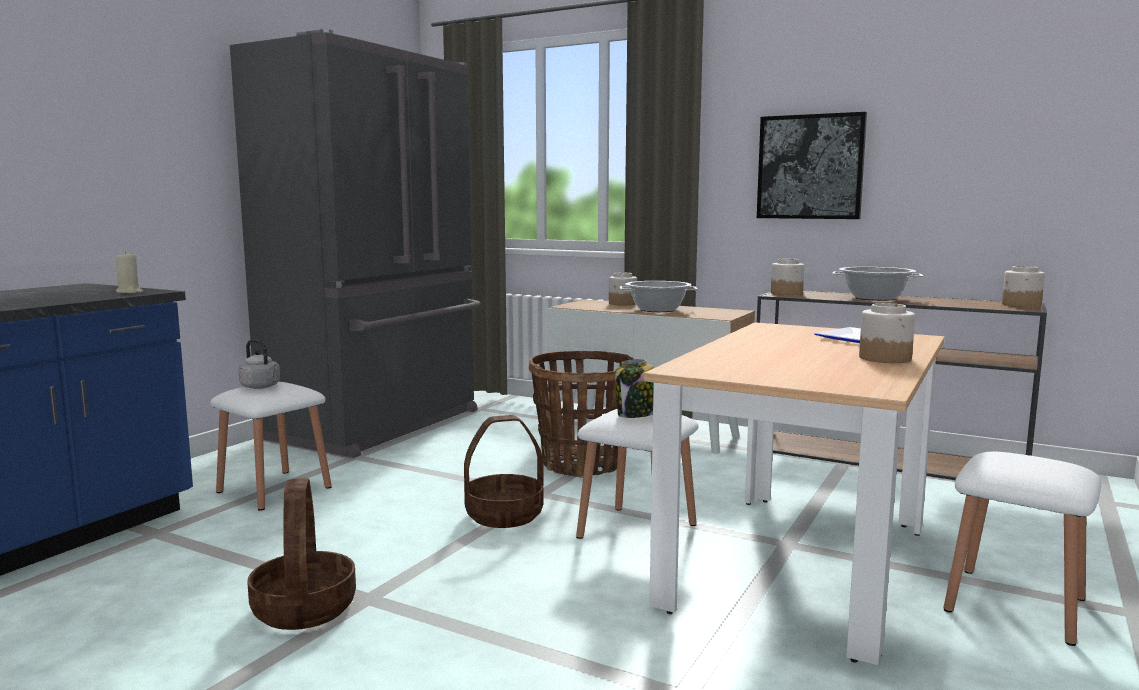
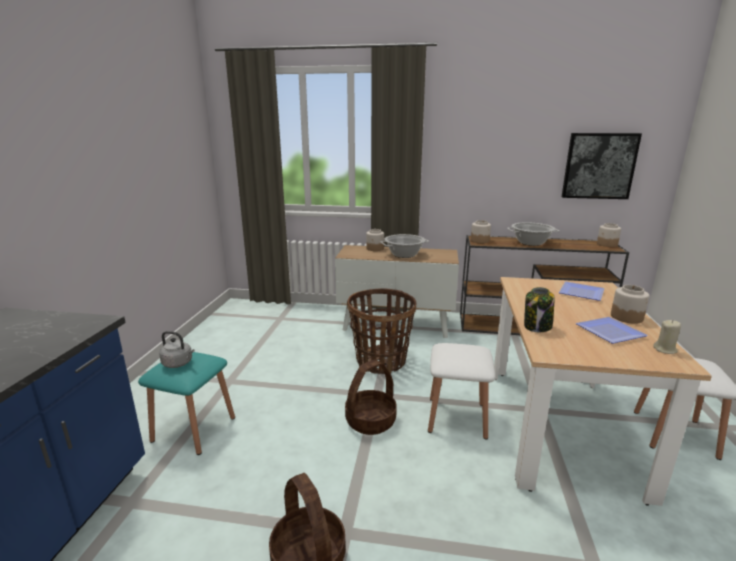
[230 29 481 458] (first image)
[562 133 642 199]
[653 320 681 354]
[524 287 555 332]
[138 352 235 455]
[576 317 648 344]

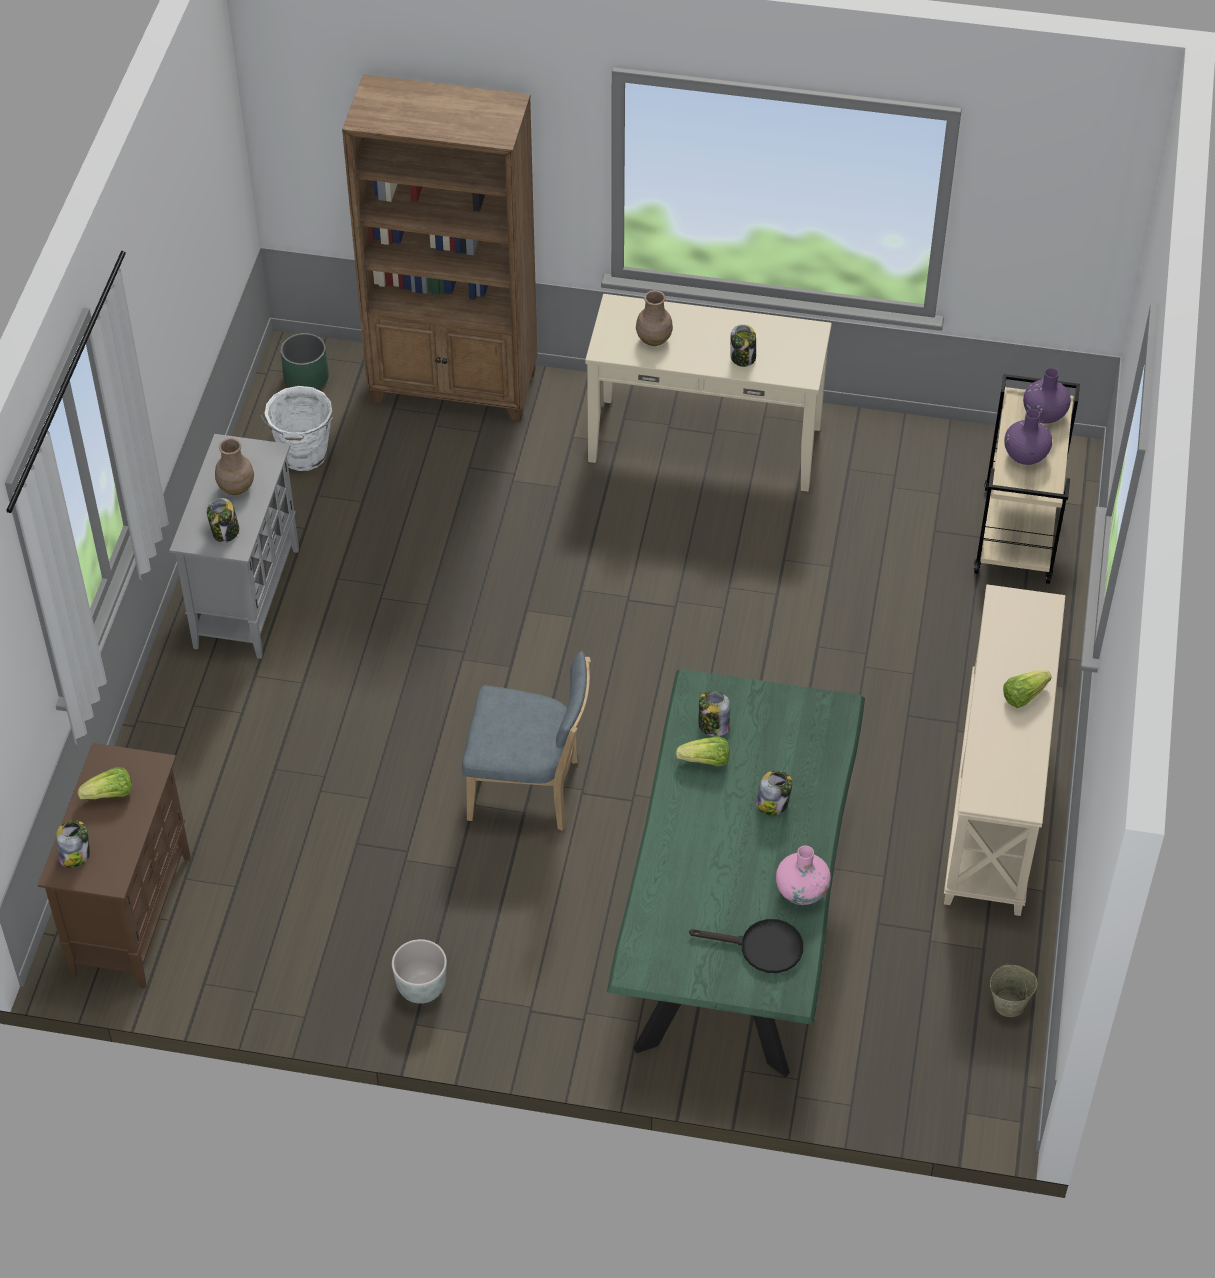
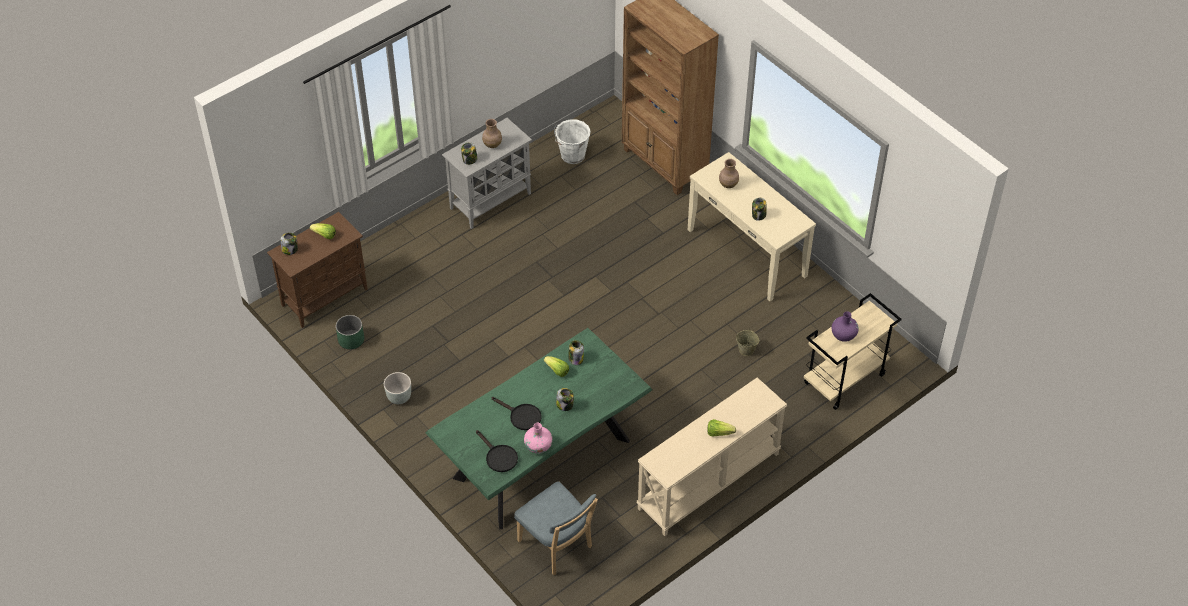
[336 315 364 349]
[1023 368 1071 424] (first image)
[514 481 598 575]
[736 330 760 356]
[492 397 542 430]

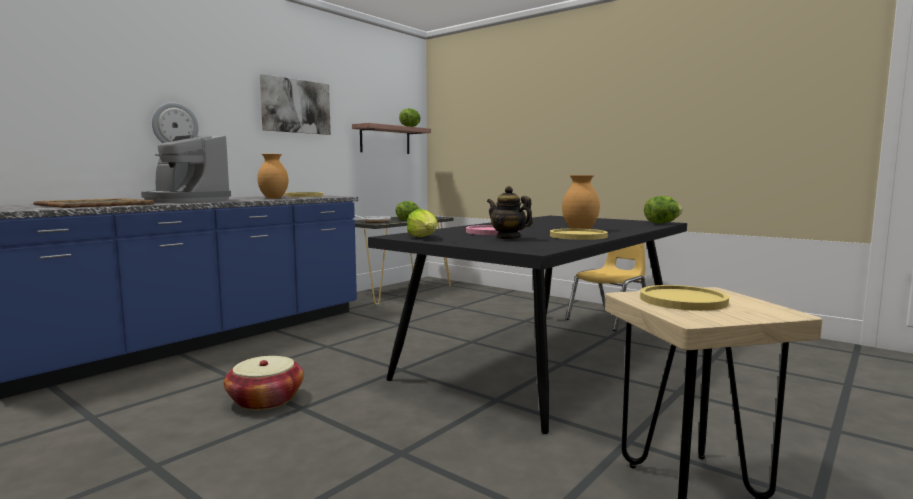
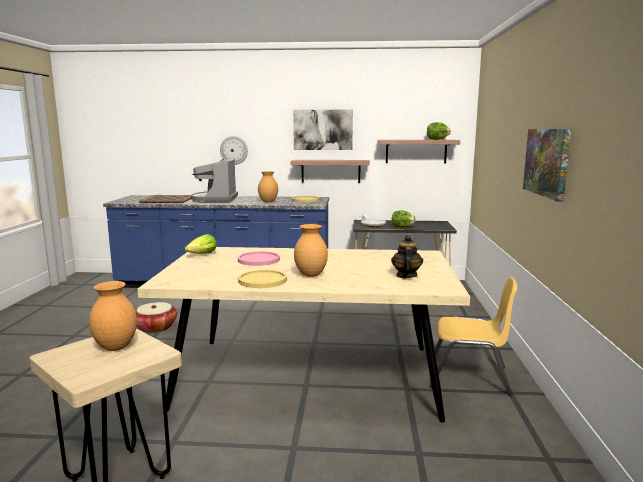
[391 235 423 278]
[644 196 683 223] (first image)
[137 247 470 423]
[89 281 137 351]
[523 129 572 202]
[290 160 370 183]

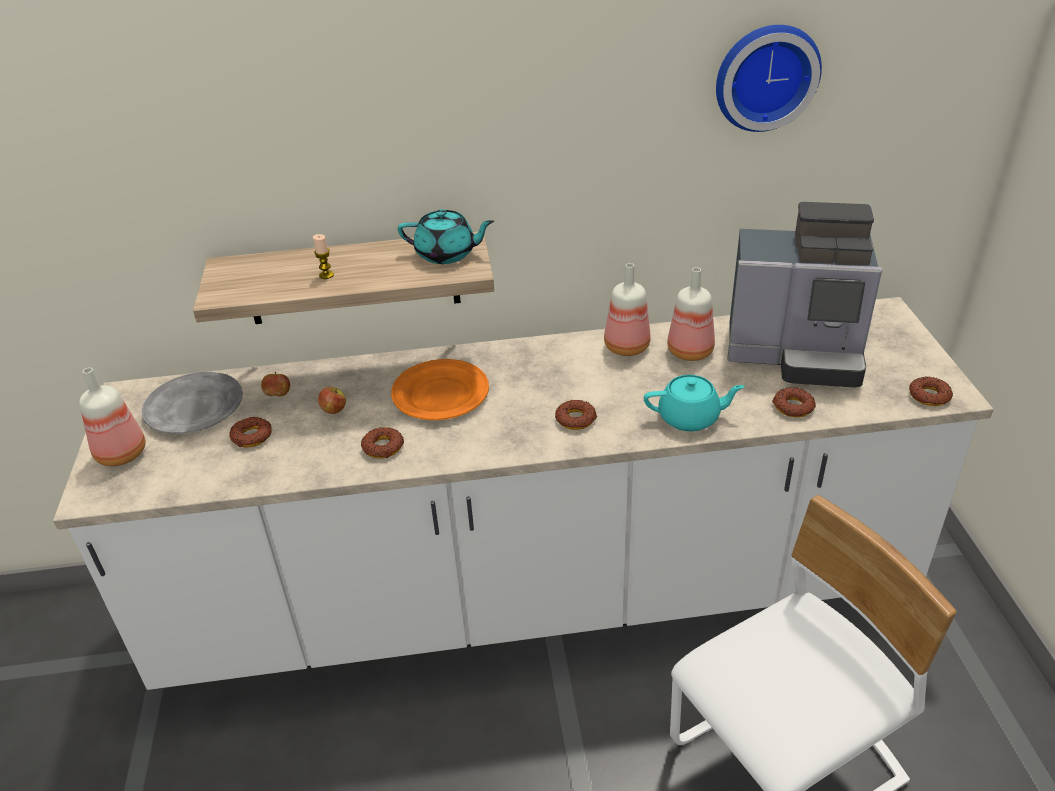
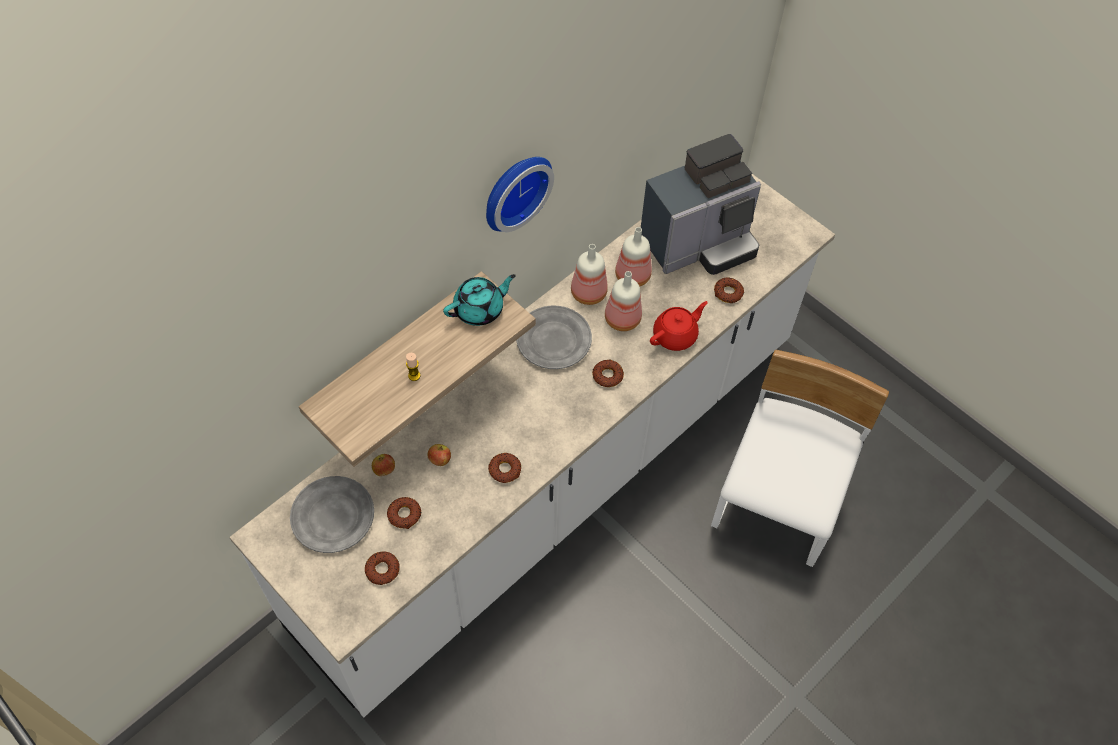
[486 157 554 232]
[391 359 489 420] (first image)
[605 271 642 331]
[650 301 708 351]
[365 551 400 585]
[516 305 592 369]

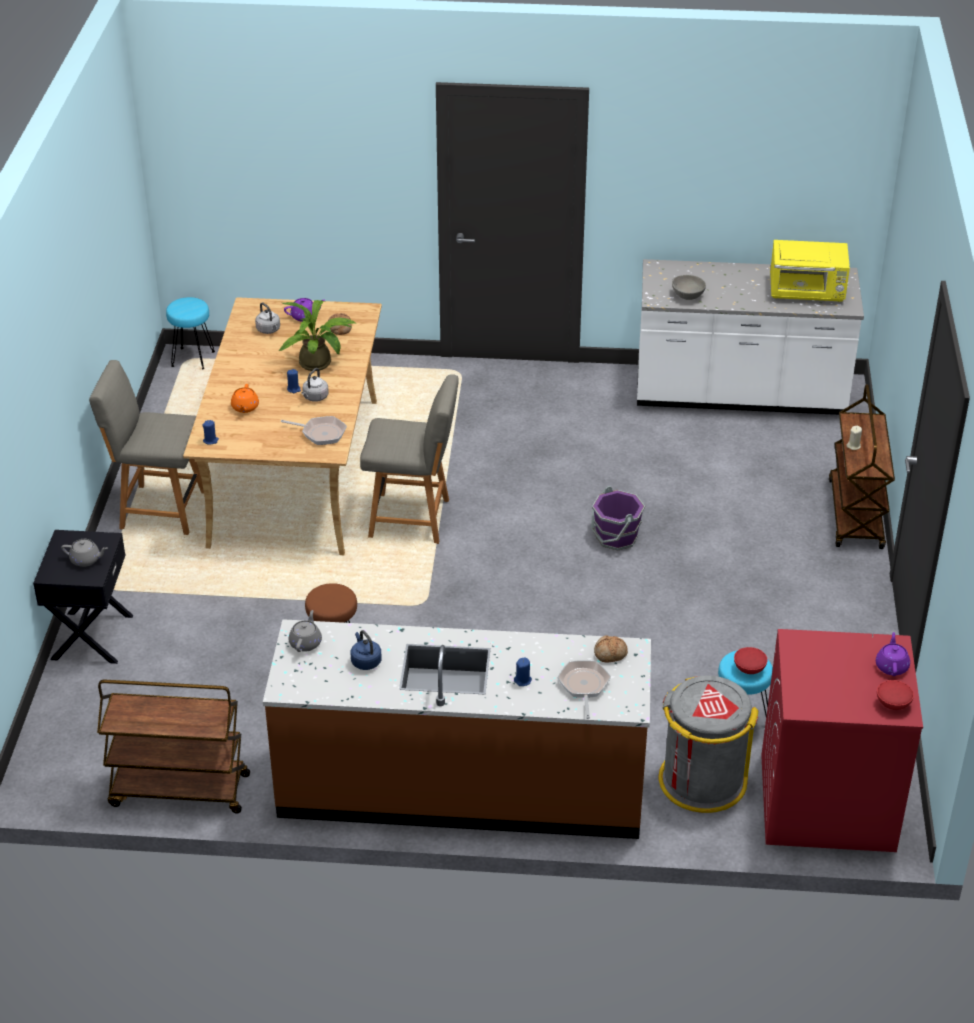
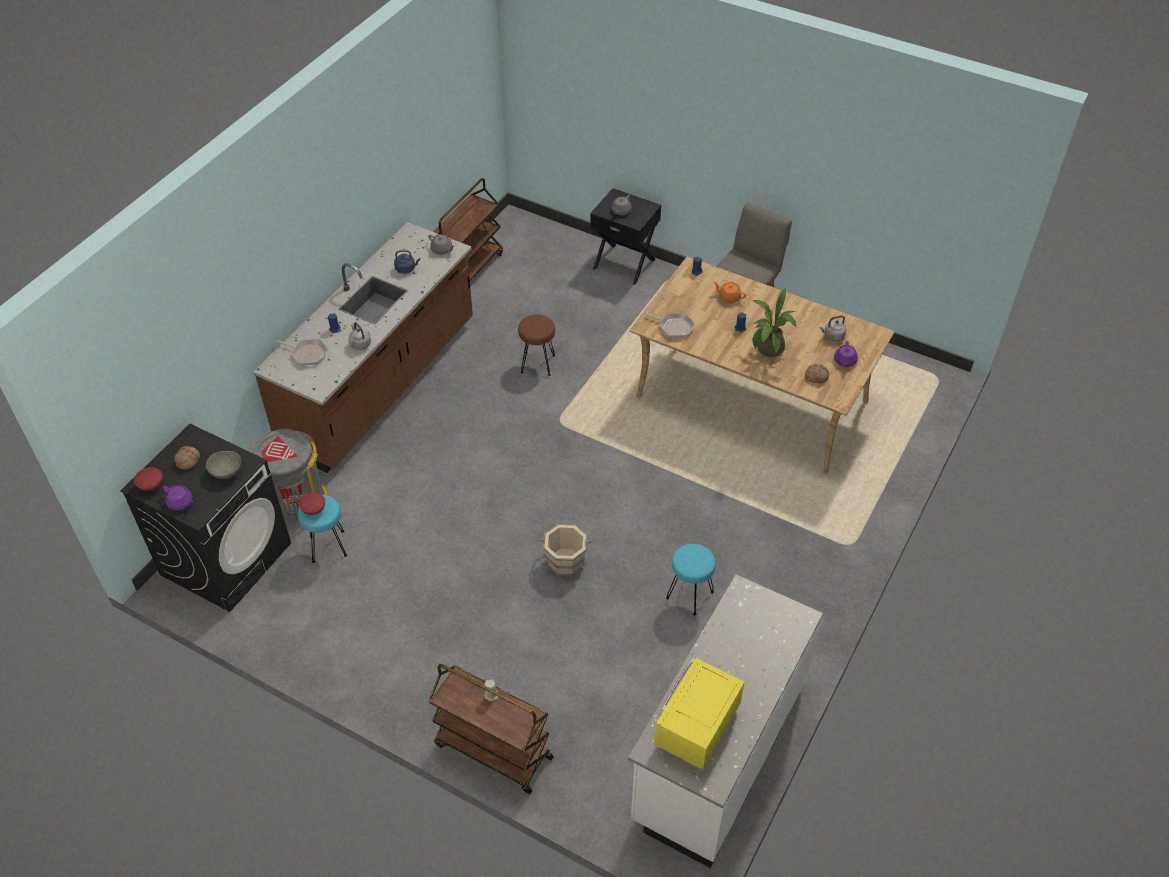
[206 451 241 479]
[666 544 716 616]
[349 322 371 350]
[360 374 459 544] (first image)
[643 312 695 338]
[540 524 591 576]
[120 424 291 612]
[174 446 200 470]

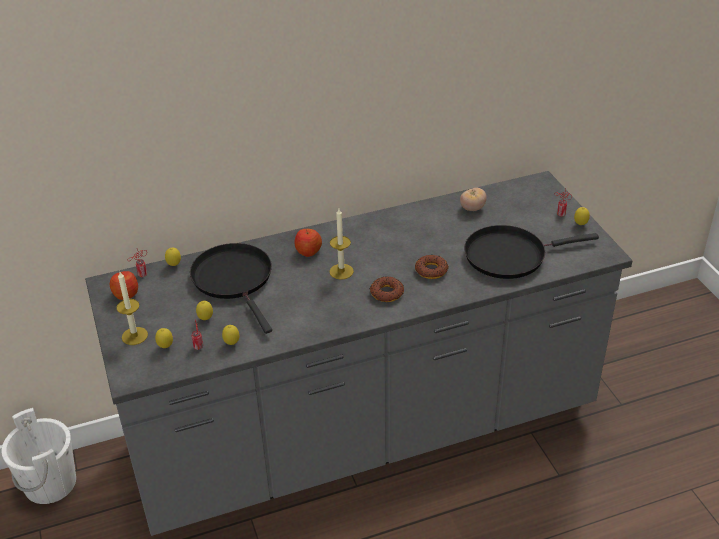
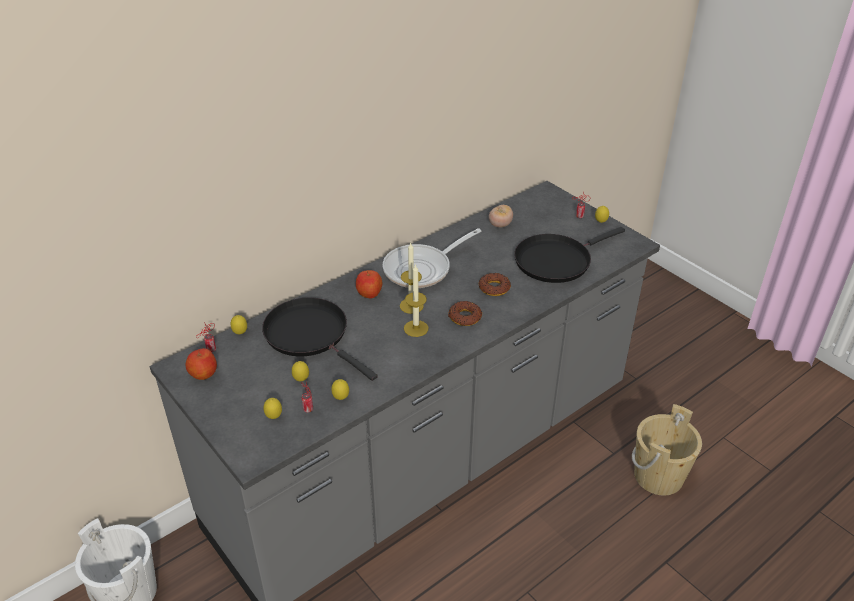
[404 264 429 337]
[383 228 482 288]
[632 404 702 495]

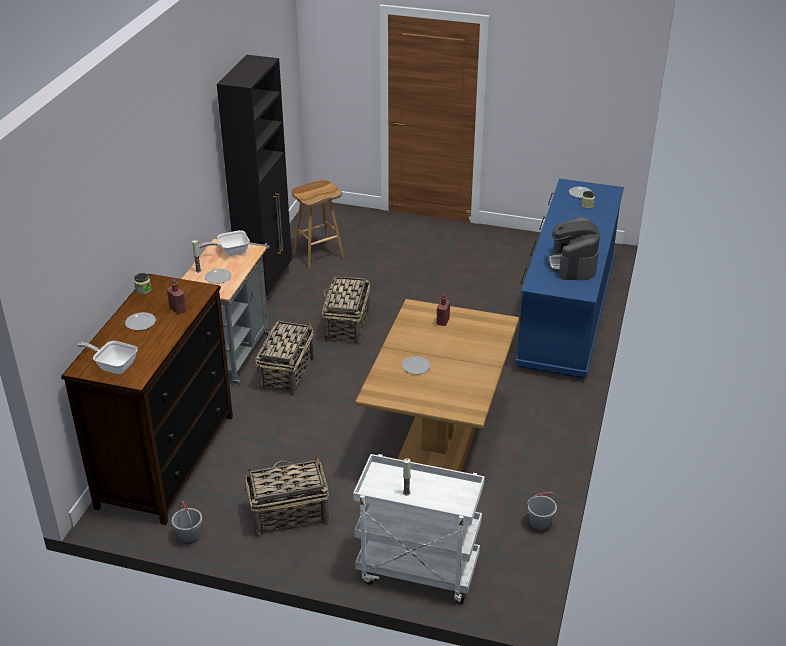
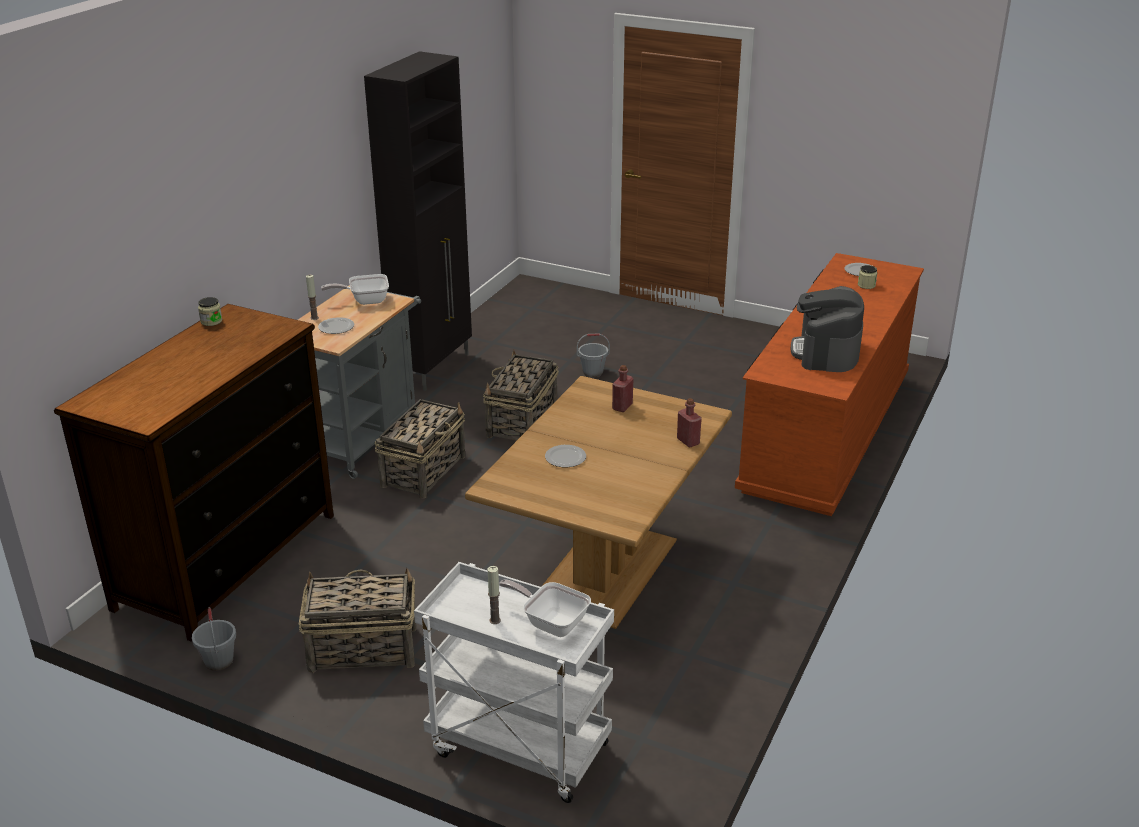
[735 253 924 516]
[292 180 344 268] (first image)
[677 398 702 448]
[125 312 156 330] (first image)
[499 579 591 637]
[577 333 610 377]

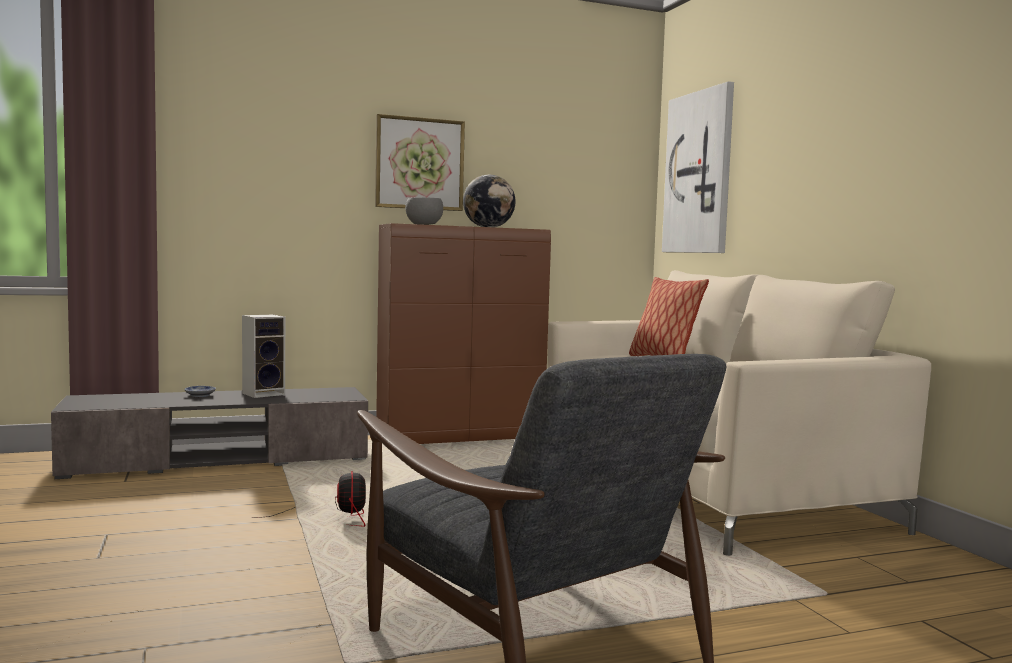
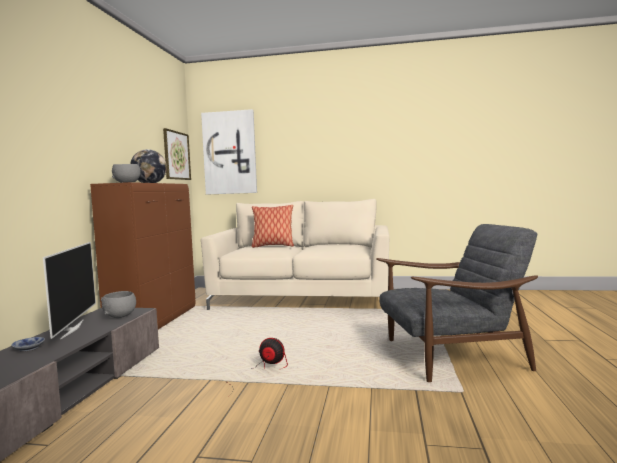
[163 128 191 180]
[43 242 96 340]
[101 291 136 318]

